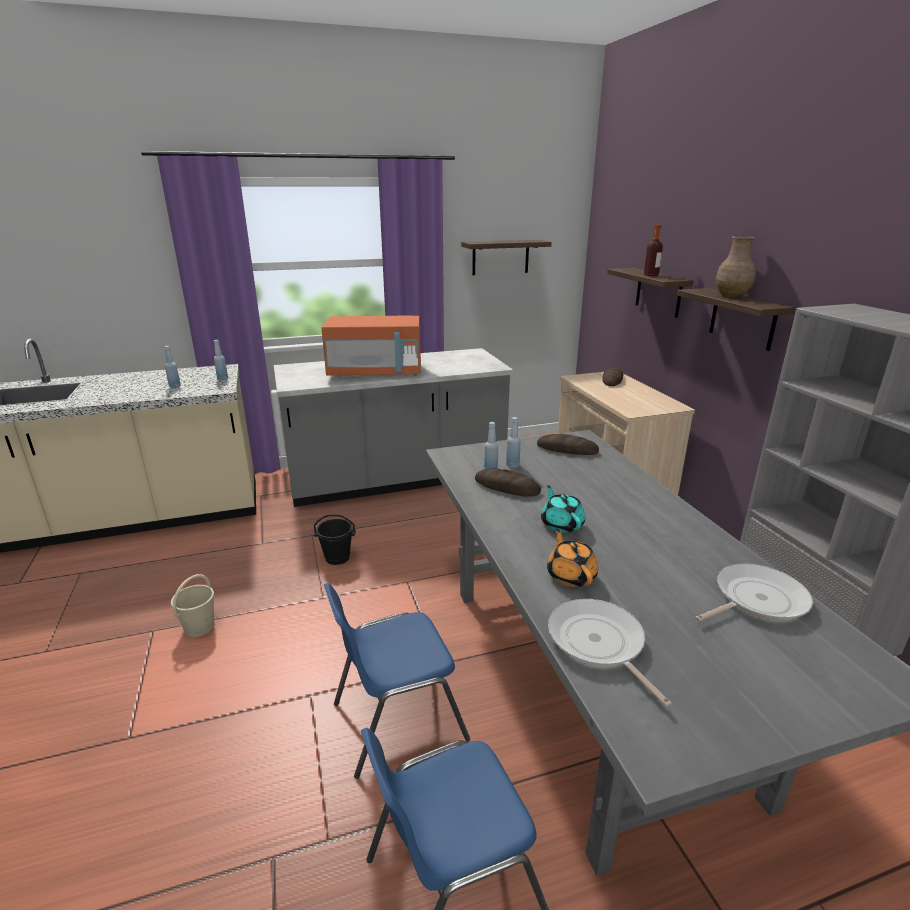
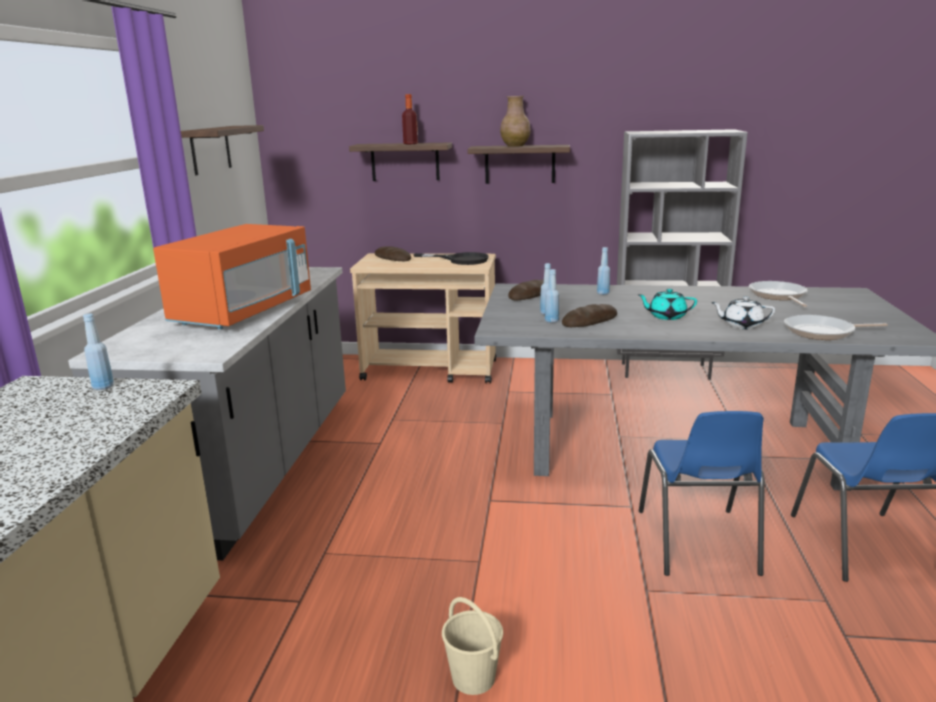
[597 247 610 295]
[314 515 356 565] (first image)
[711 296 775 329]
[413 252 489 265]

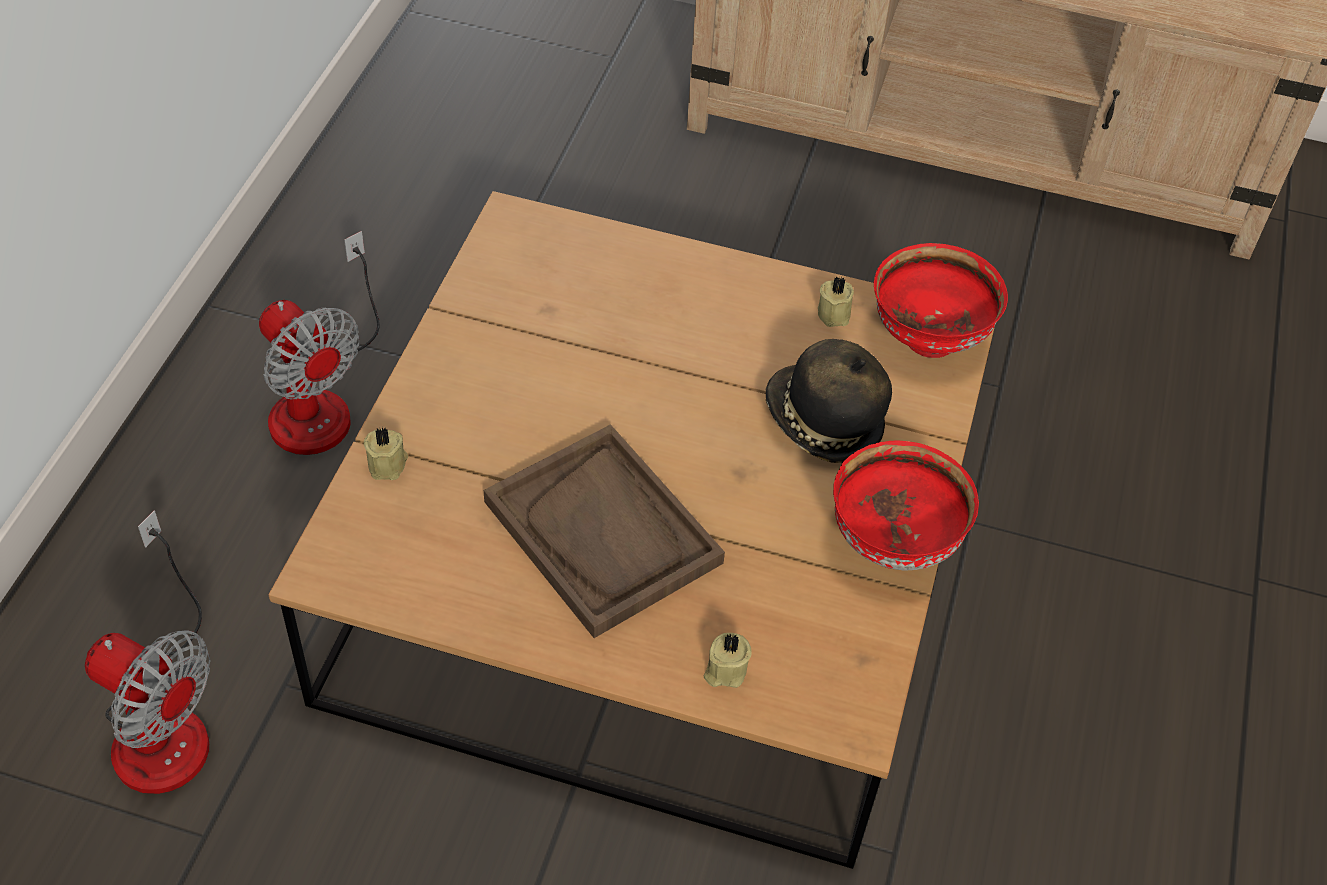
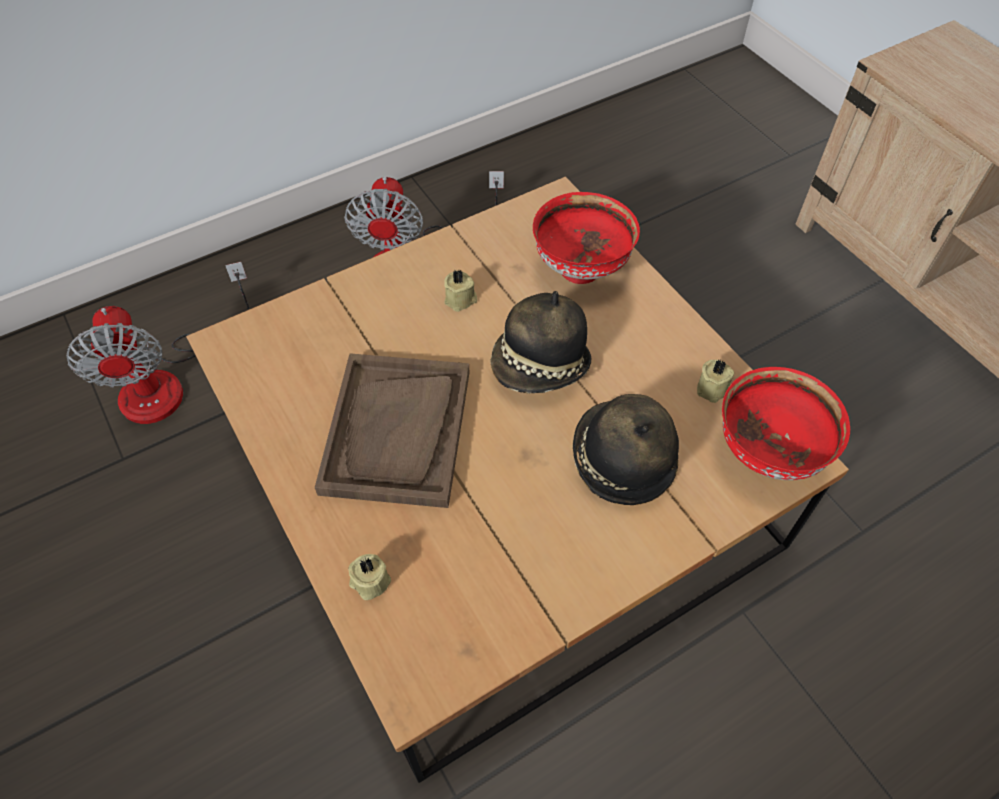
[444 270 477 312]
[533 192 640 284]
[491 291 591 393]

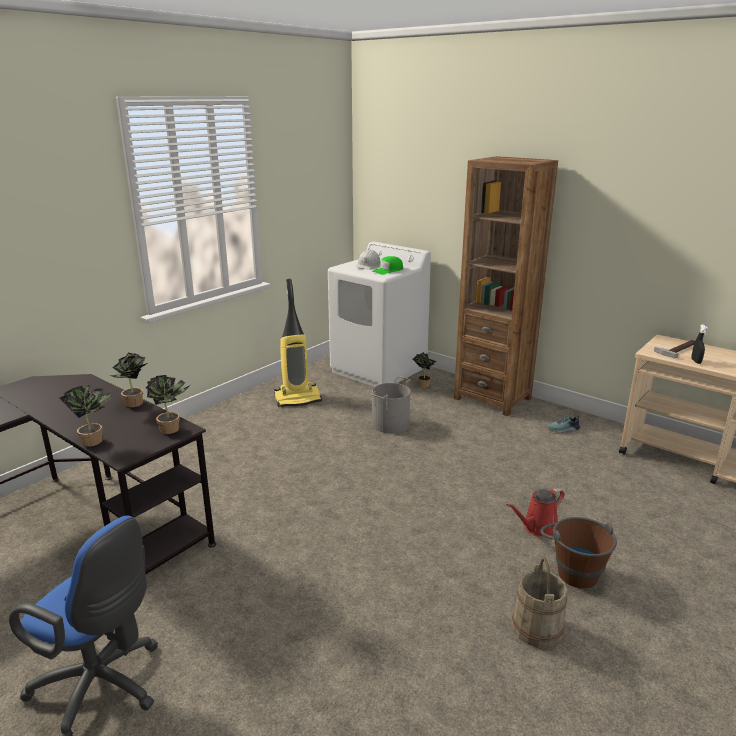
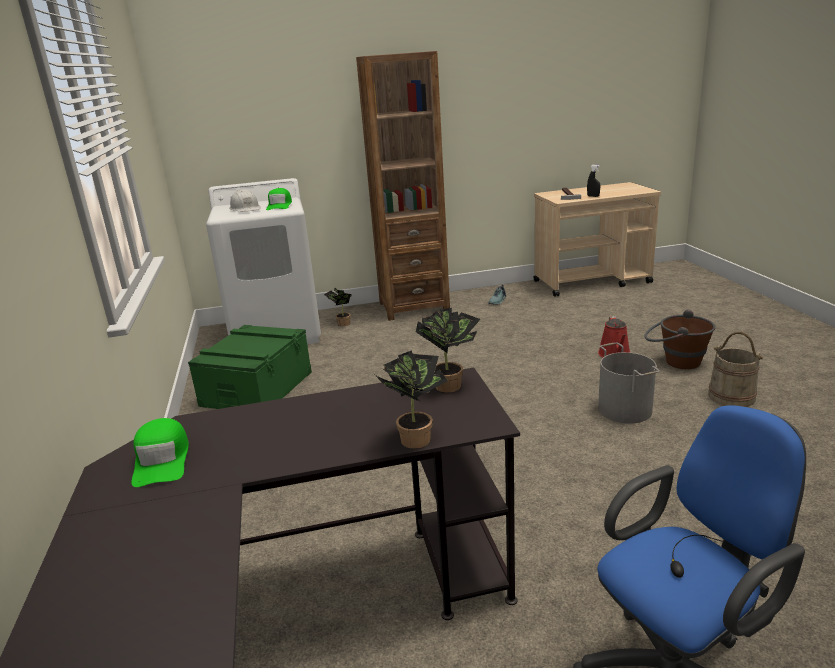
[188 325 312 409]
[109 352 147 408] (first image)
[598 342 660 424]
[132 418 189 487]

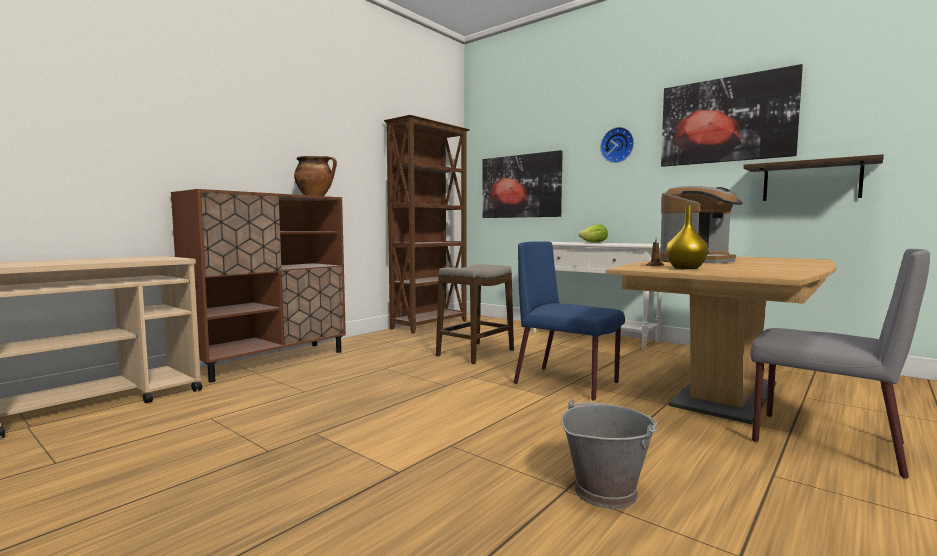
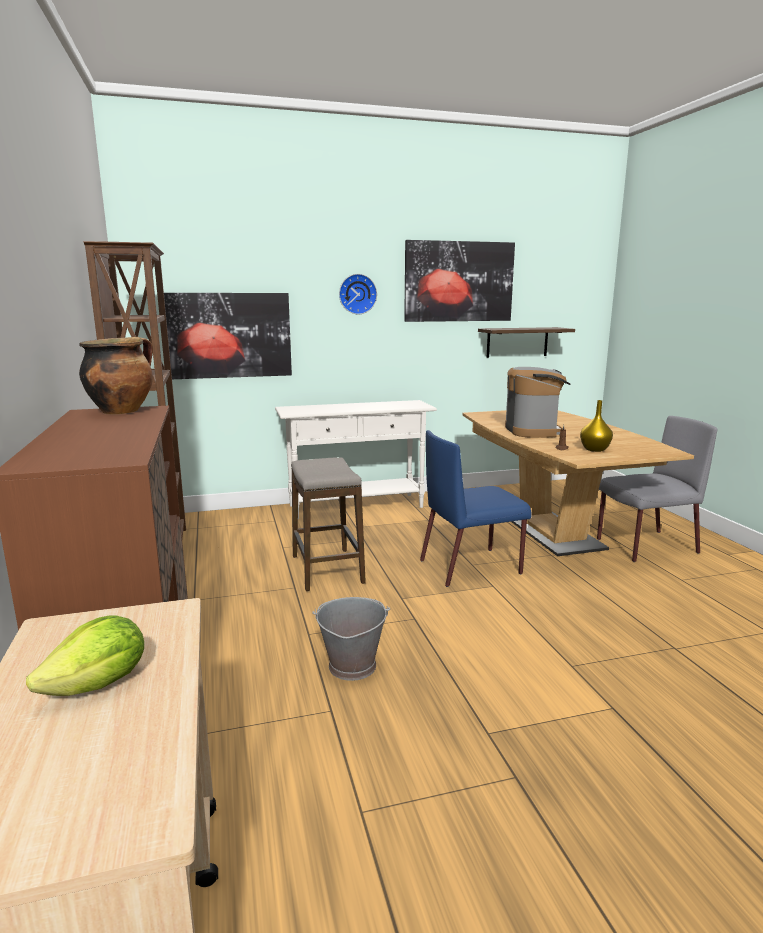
[26 615 144 696]
[312 597 390 681]

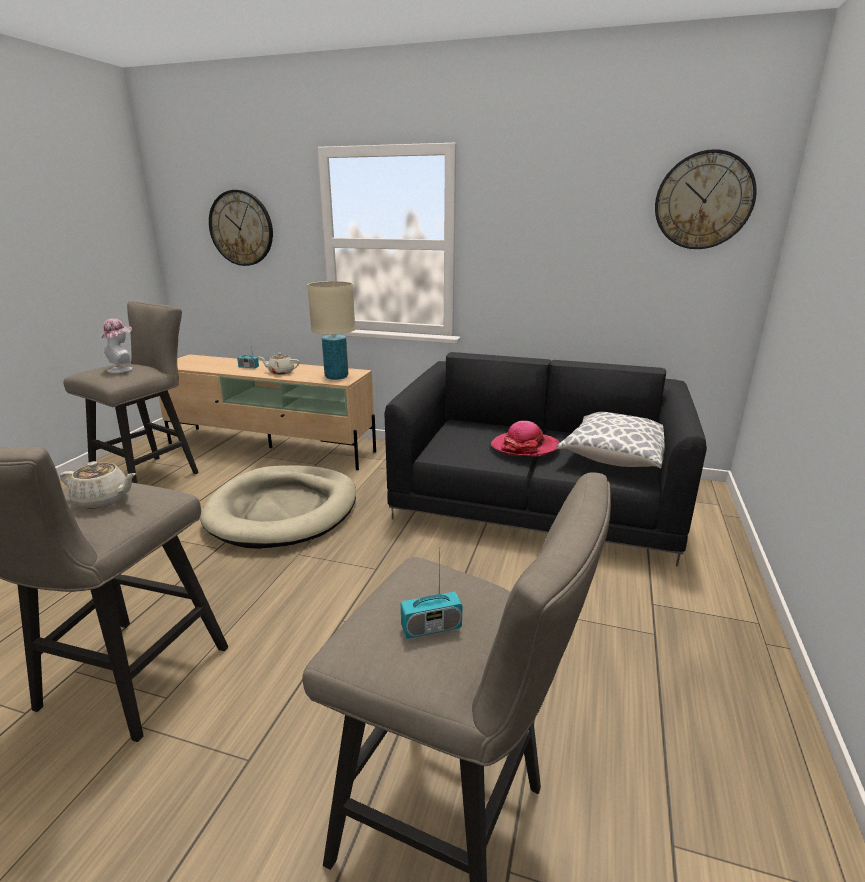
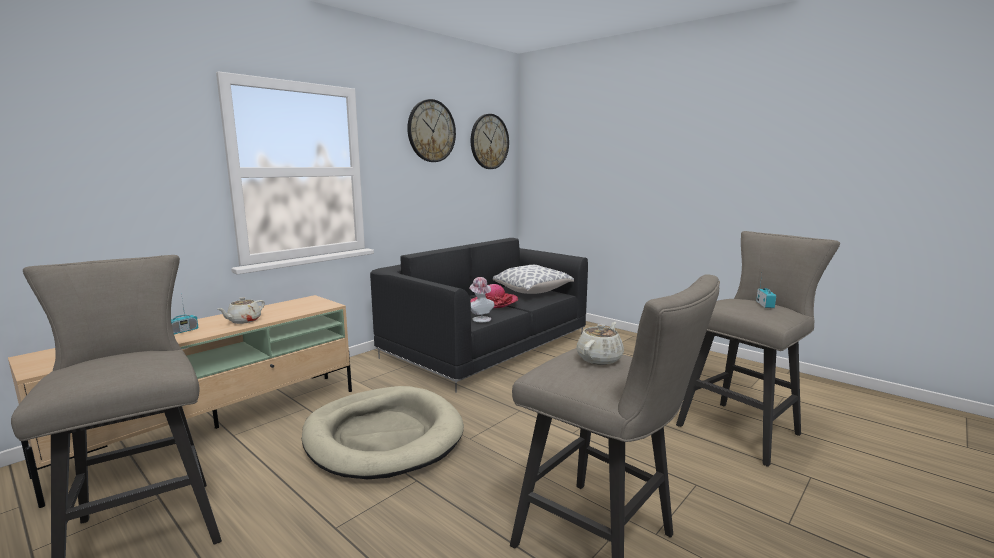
[407 99 456 162]
[307 281 355 380] (first image)
[469 277 495 322]

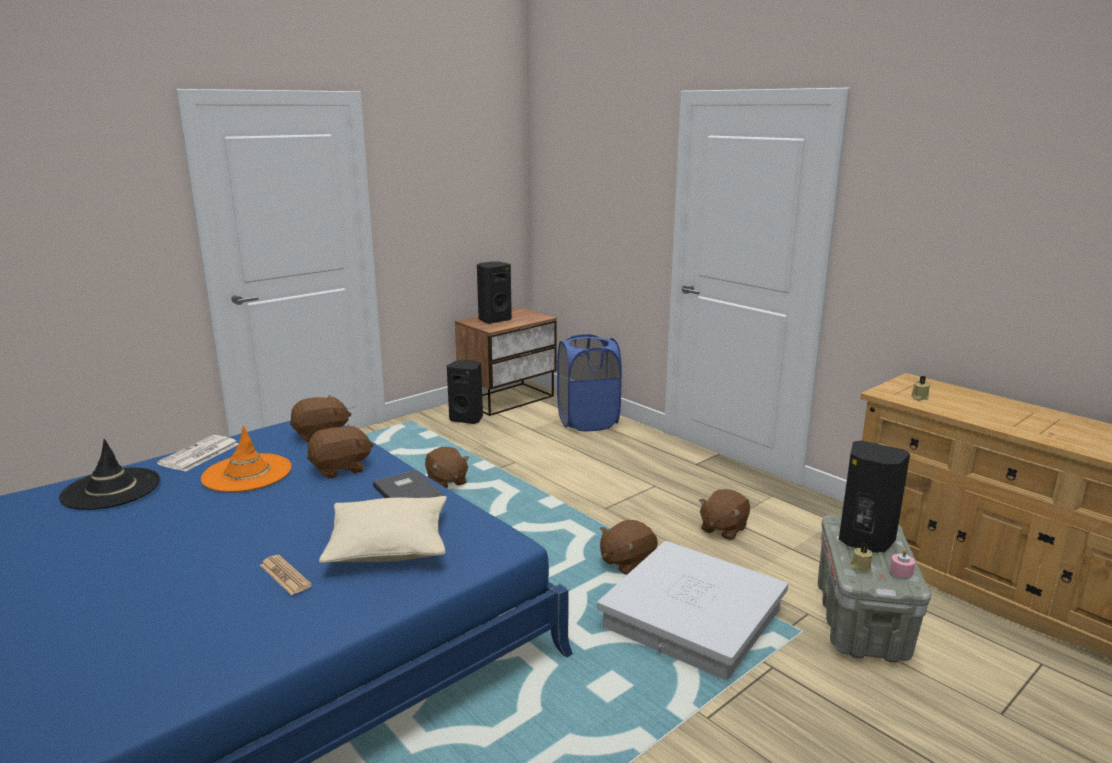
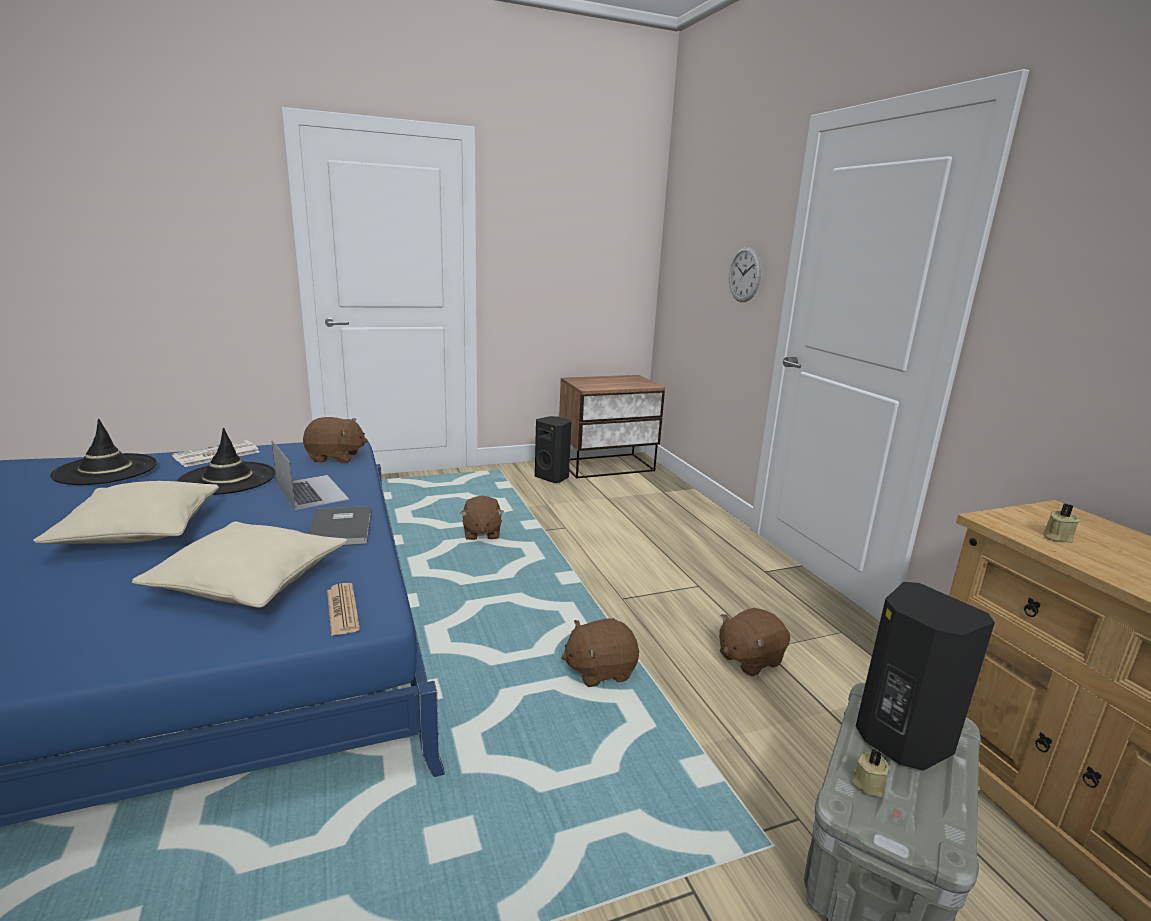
[477 261 512 324] (first image)
[557 334 622 431] (first image)
[272 440 349 510]
[177 428 276 495]
[597 541 789 681] (first image)
[890 549 915 578] (first image)
[327 583 360 636]
[729 246 762 302]
[33 481 219 544]

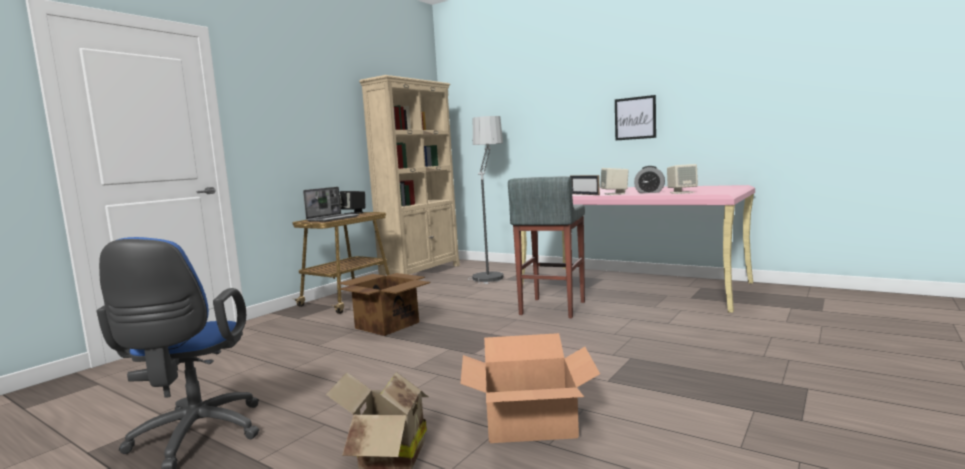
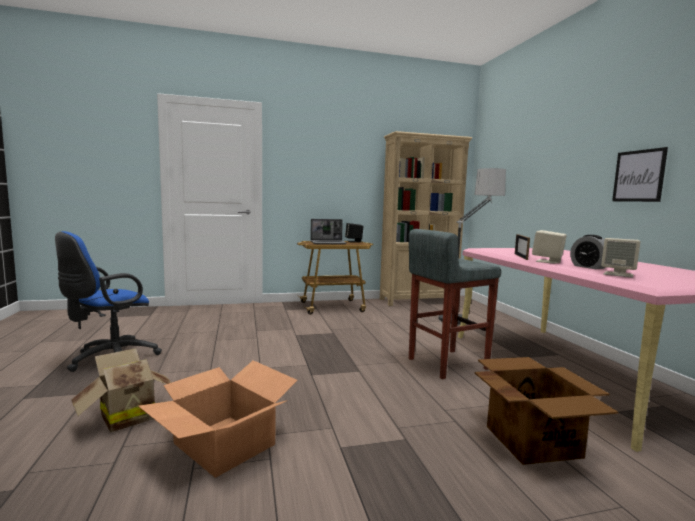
[475 357 618 465]

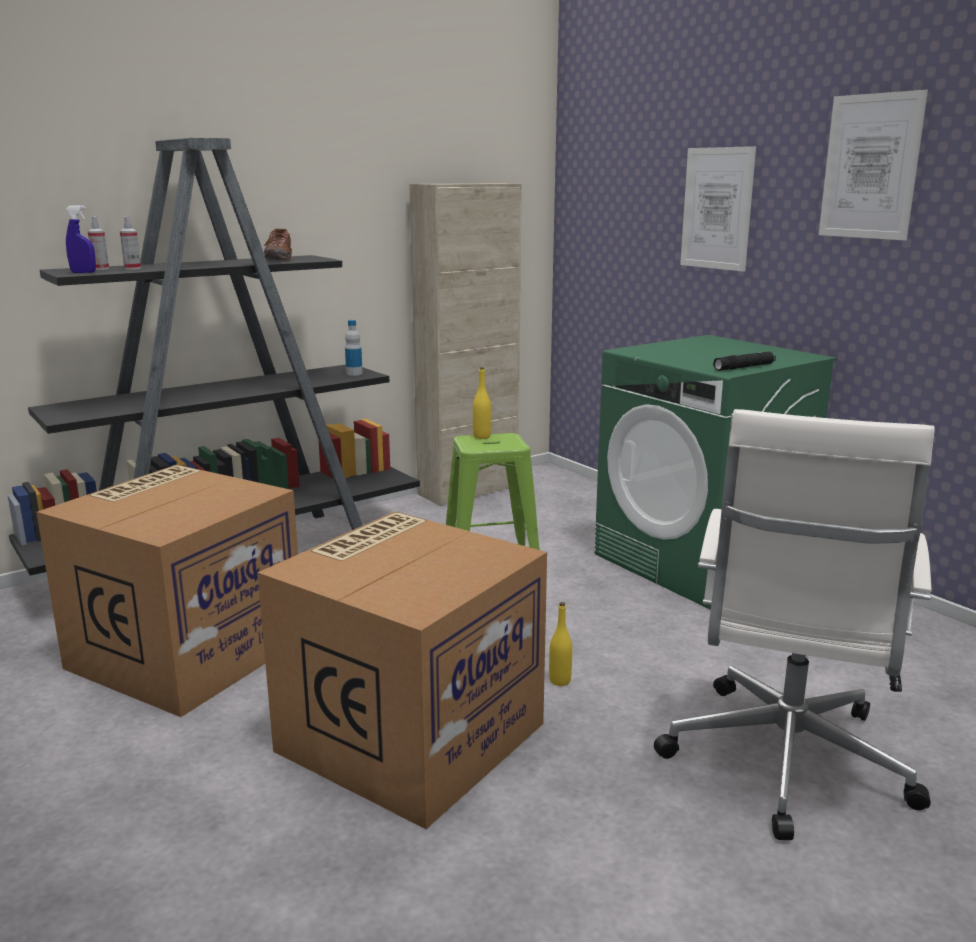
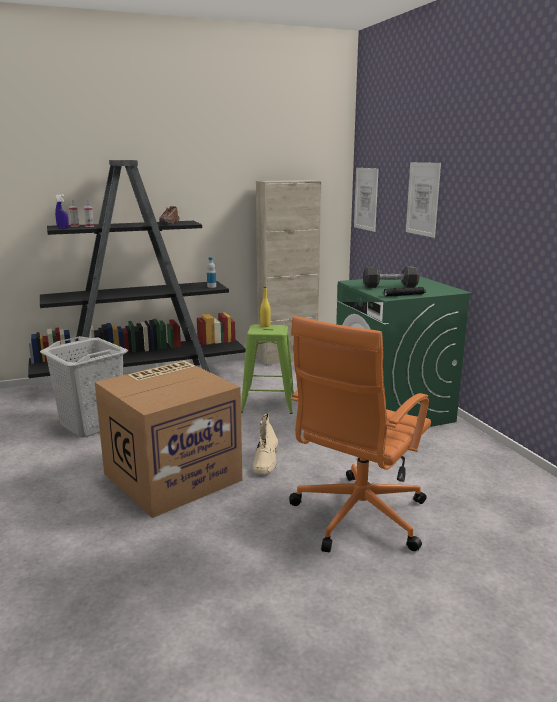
[354 168 379 232]
[289 316 431 552]
[40 336 128 438]
[253 413 278 474]
[363 266 420 288]

